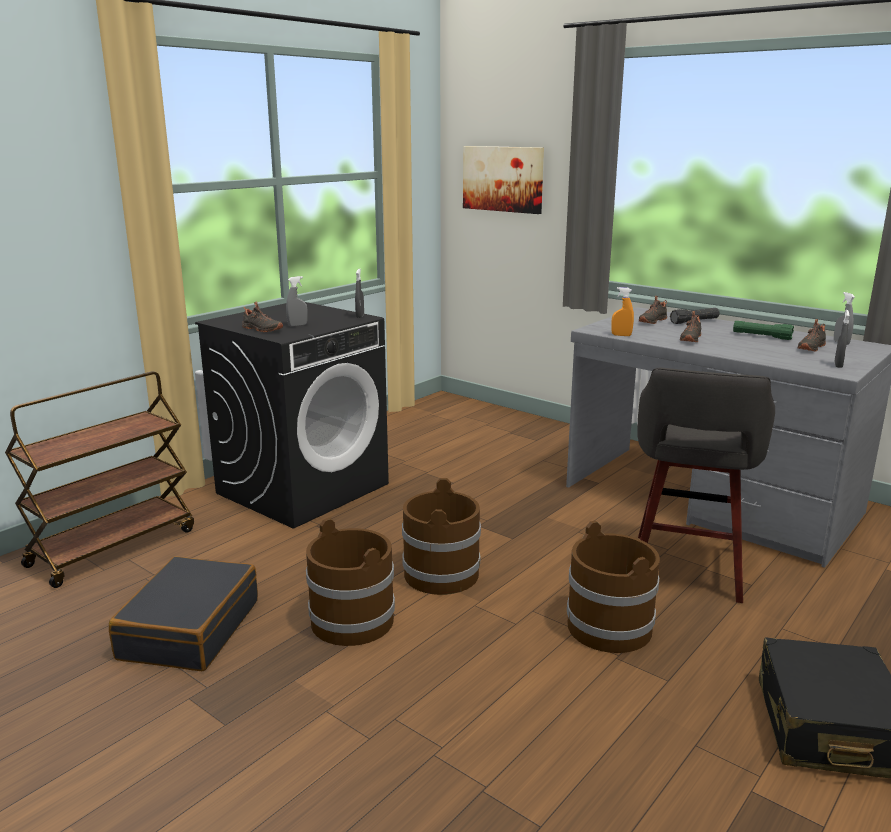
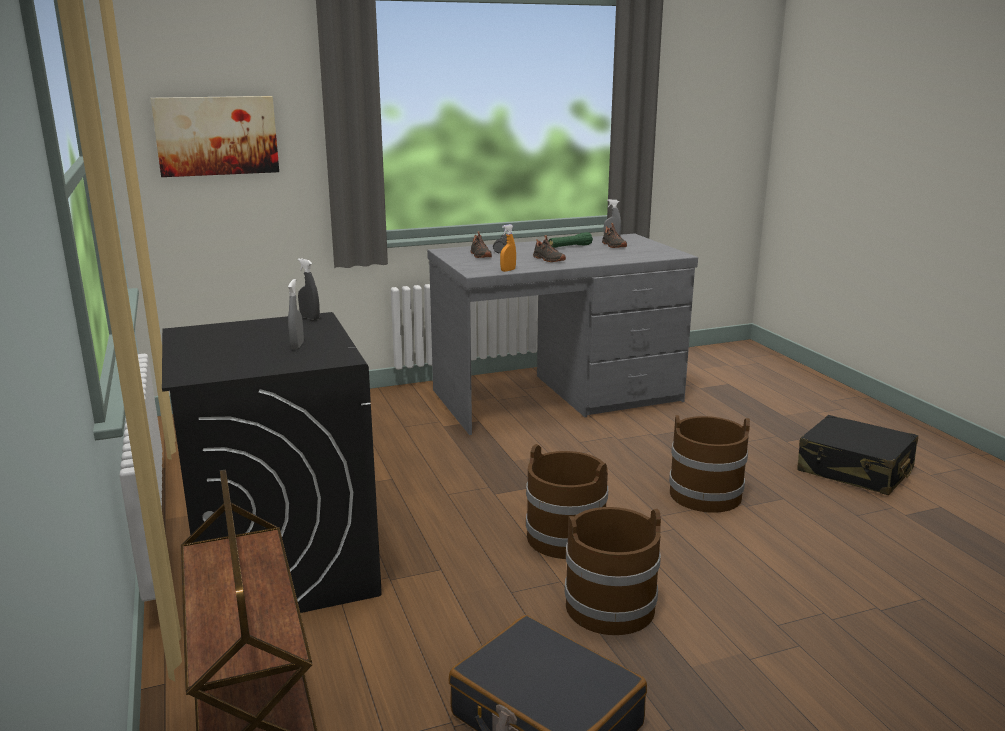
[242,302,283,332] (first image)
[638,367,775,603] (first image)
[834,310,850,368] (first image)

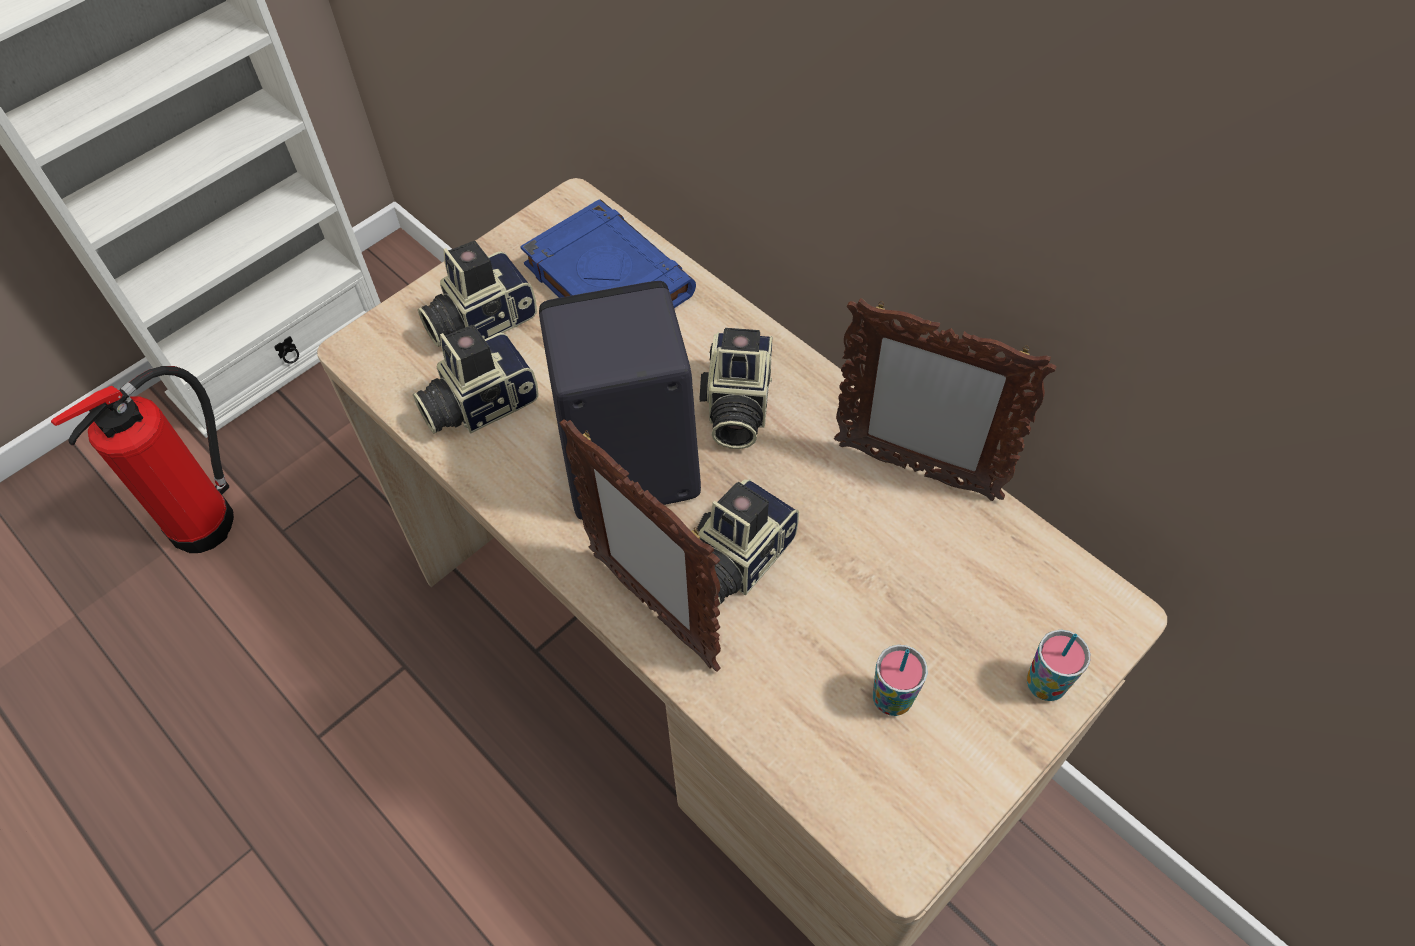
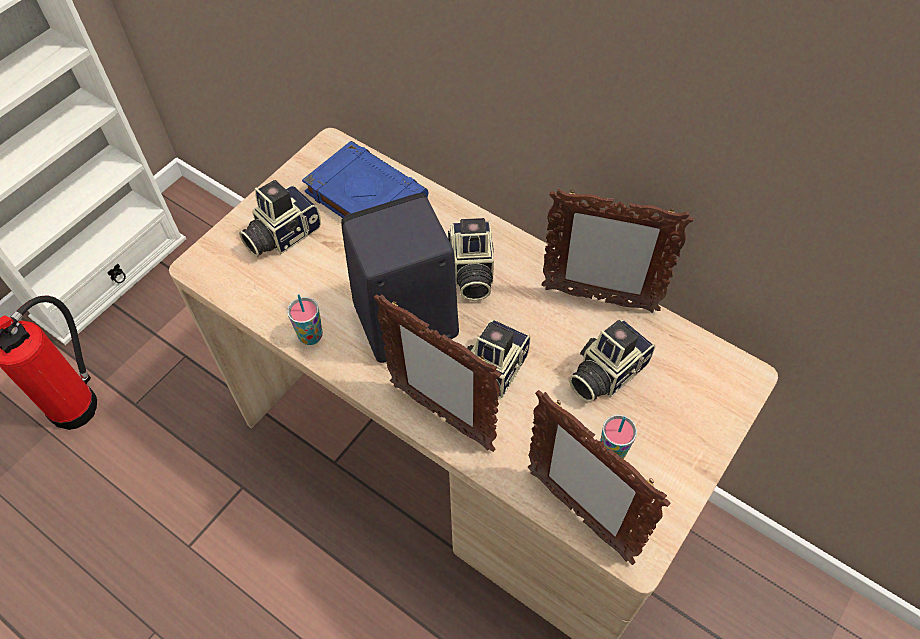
[569,319,655,402]
[287,294,323,345]
[528,390,671,565]

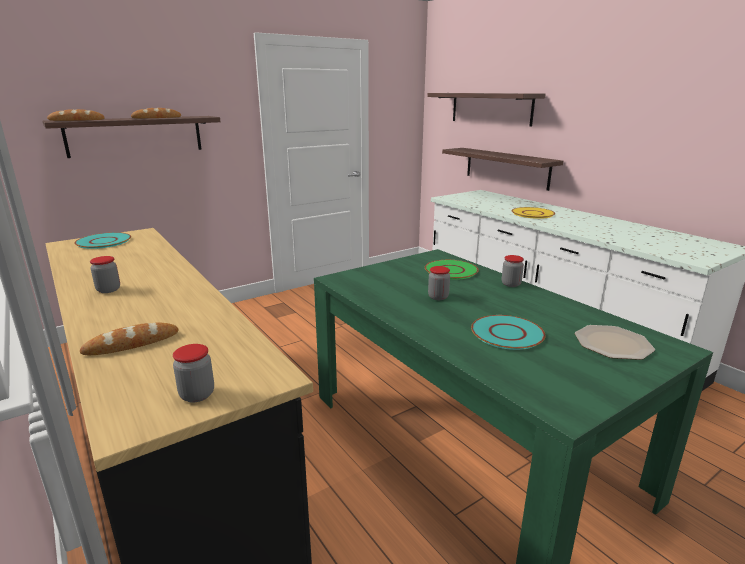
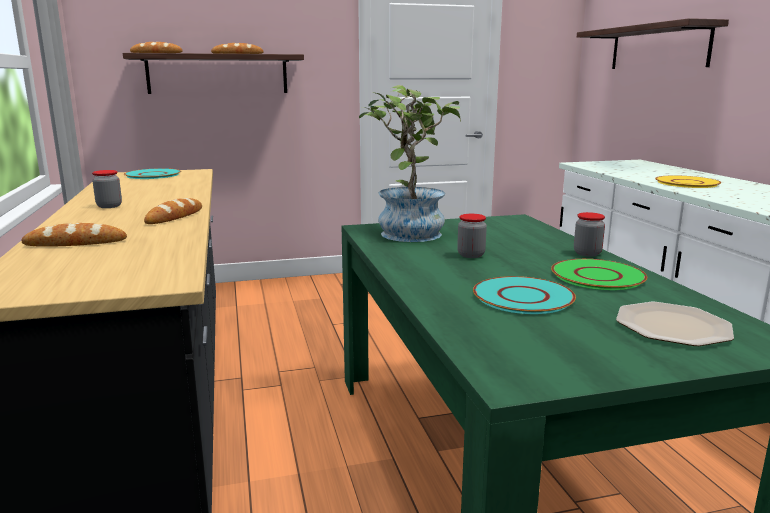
[173,344,214,403] (first image)
[551,259,647,290]
[442,148,563,191] (first image)
[144,198,202,224]
[359,85,461,242]

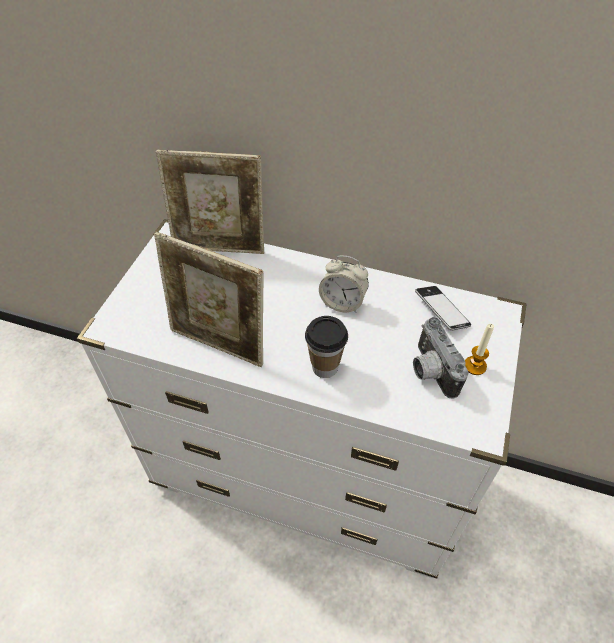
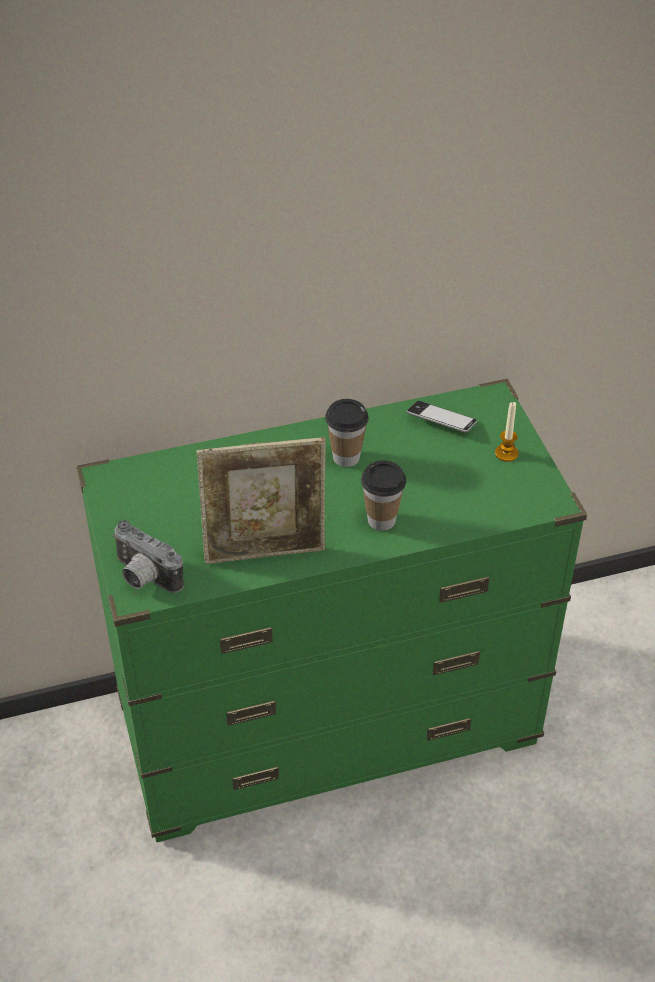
[76,379,587,842]
[156,150,264,254] (first image)
[325,399,369,467]
[112,520,184,593]

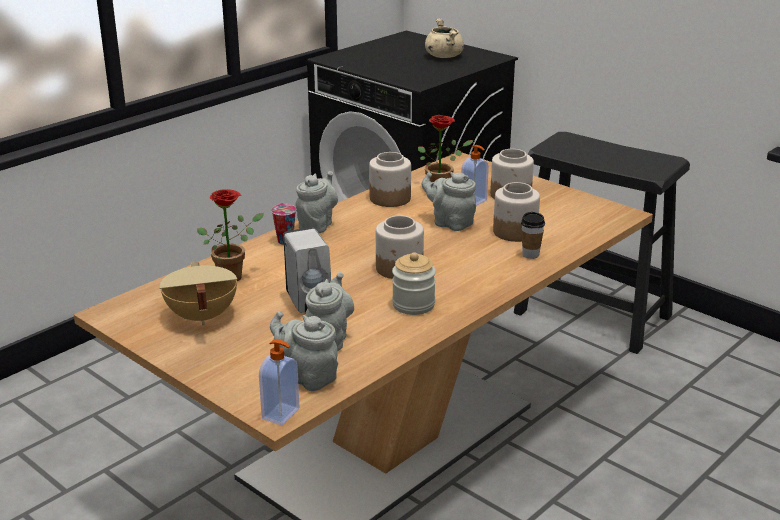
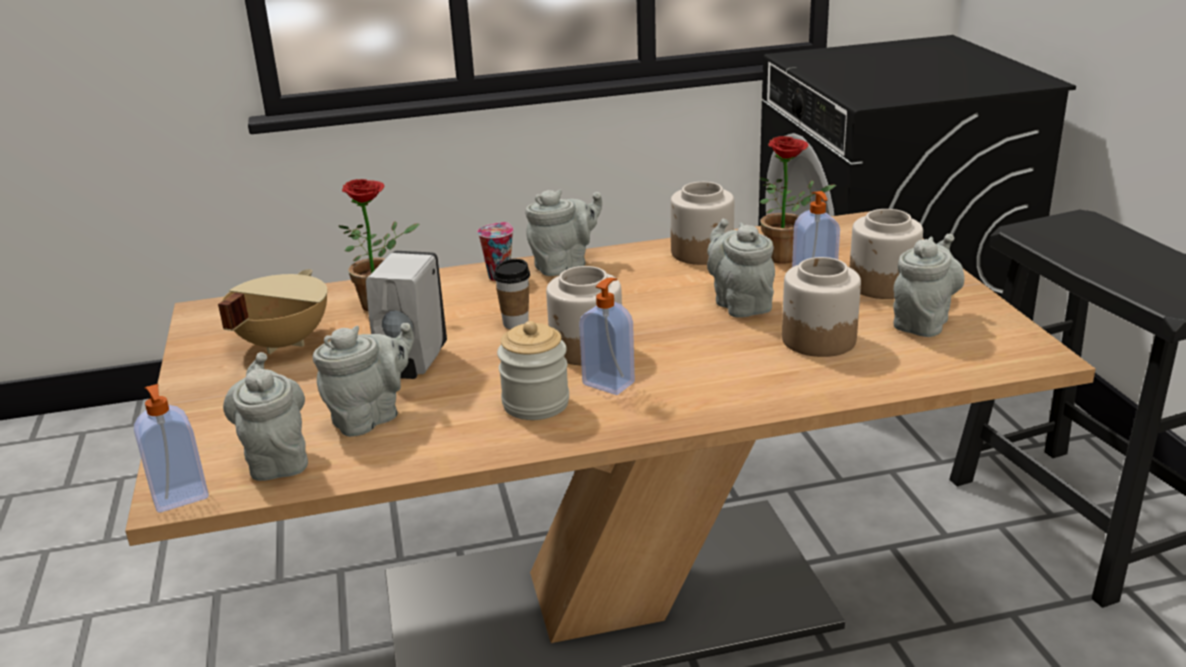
[425,18,464,58] (first image)
[494,259,530,329]
[579,278,635,395]
[893,234,965,337]

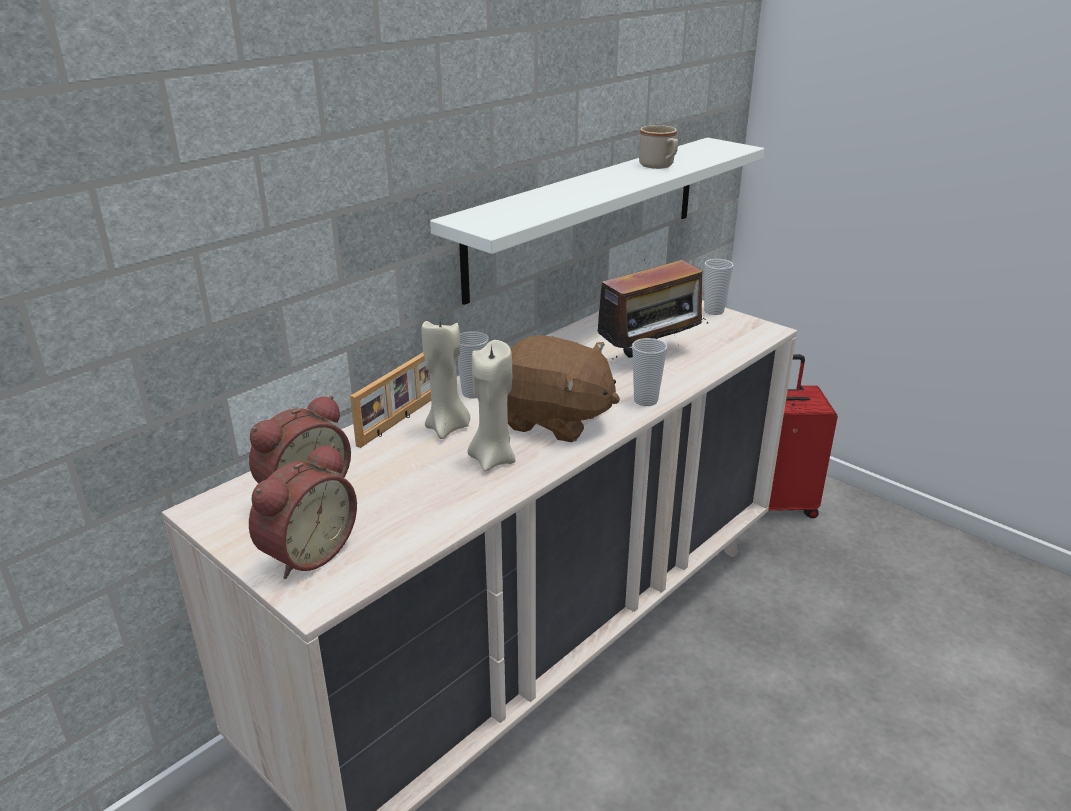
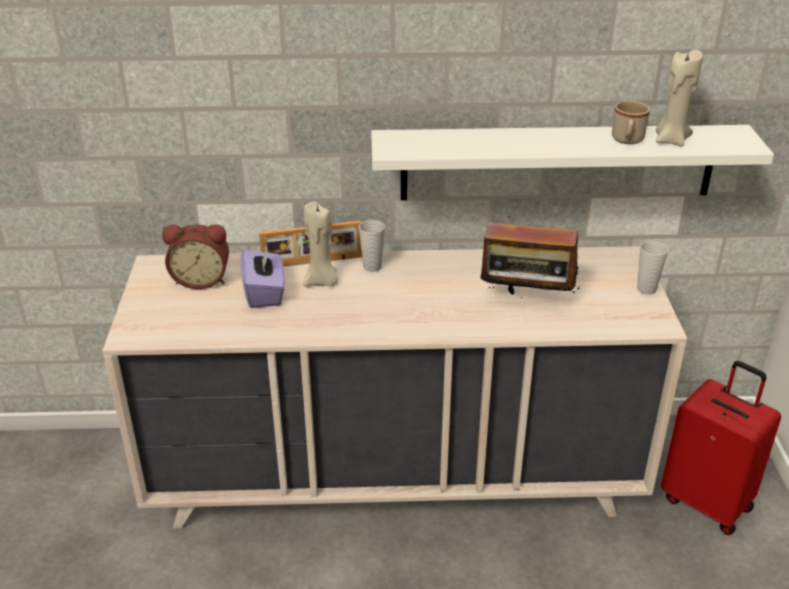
[249,443,357,579] (first image)
[656,50,703,147]
[507,335,620,442] (first image)
[632,338,667,406] (first image)
[240,245,285,308]

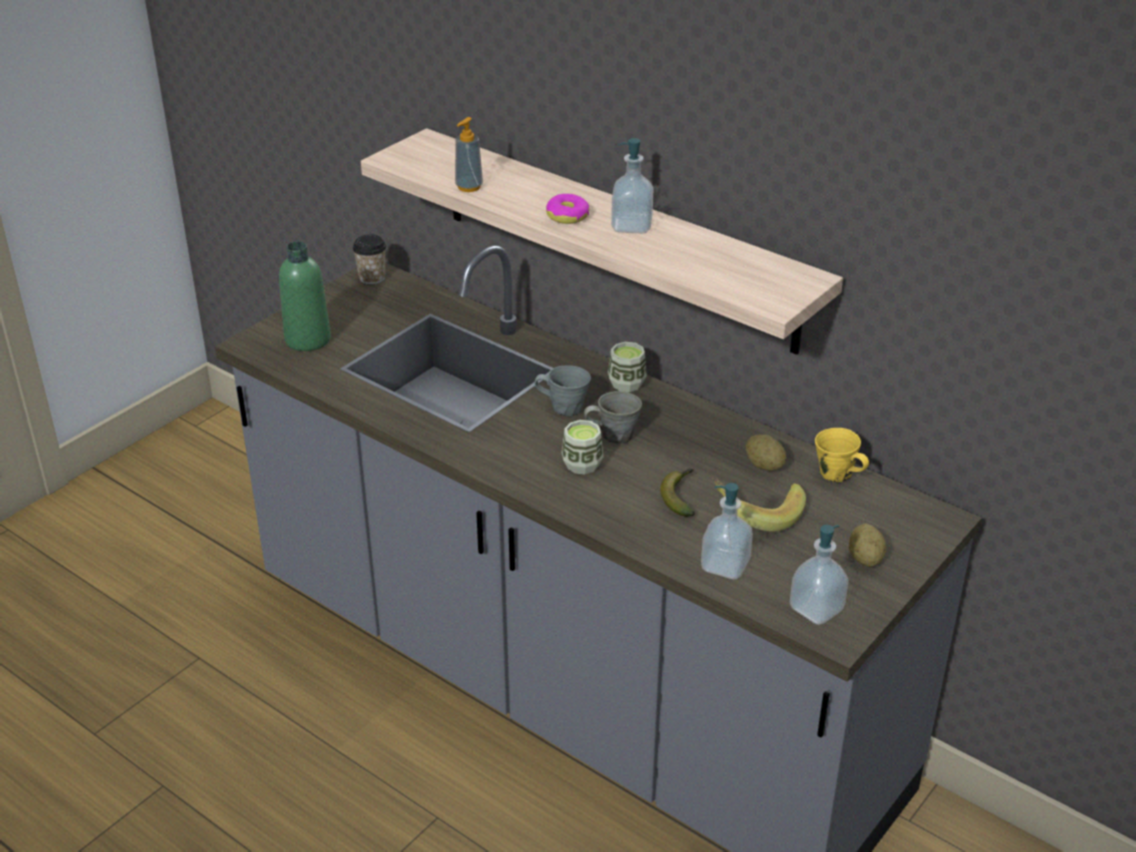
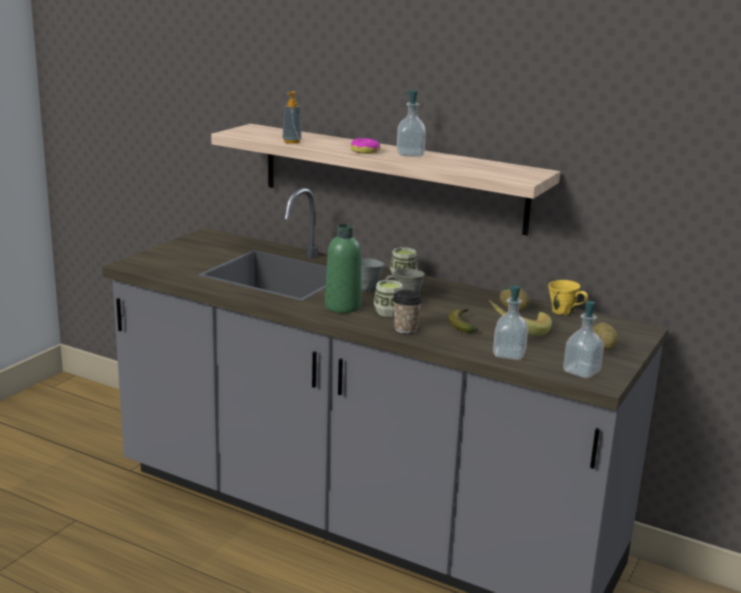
[325,224,361,313]
[393,290,422,334]

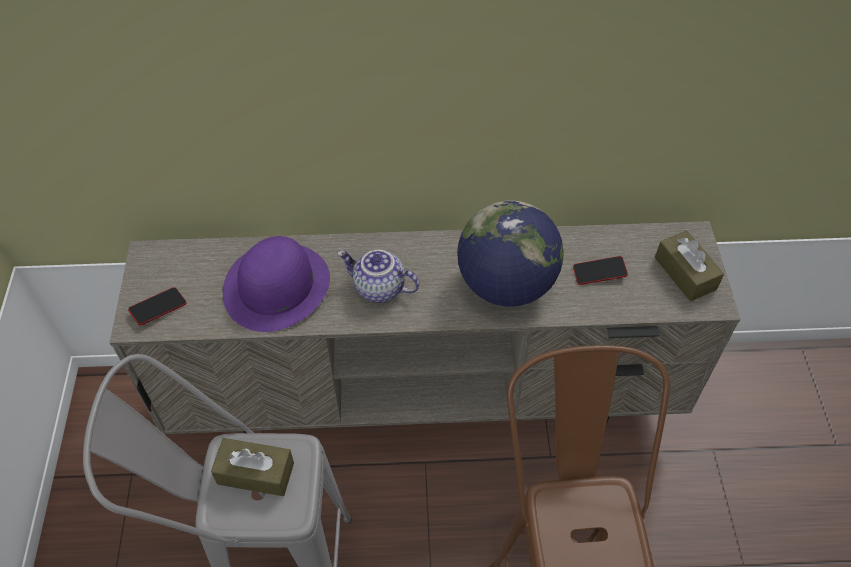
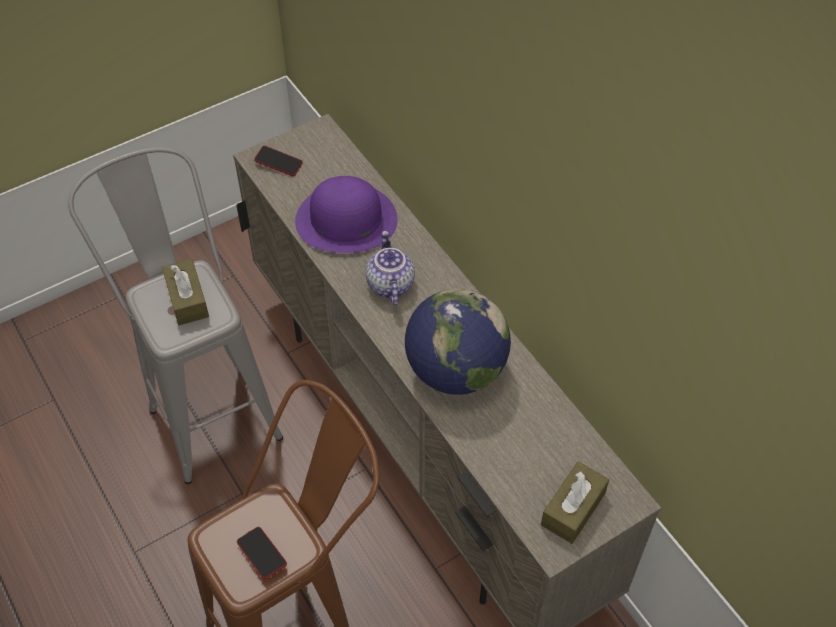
[237,527,287,579]

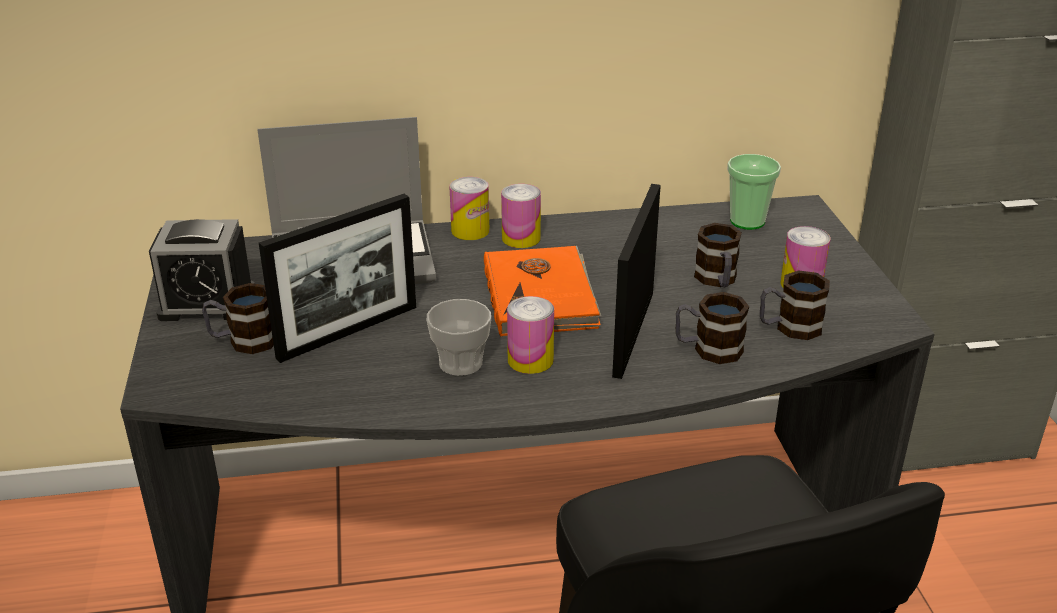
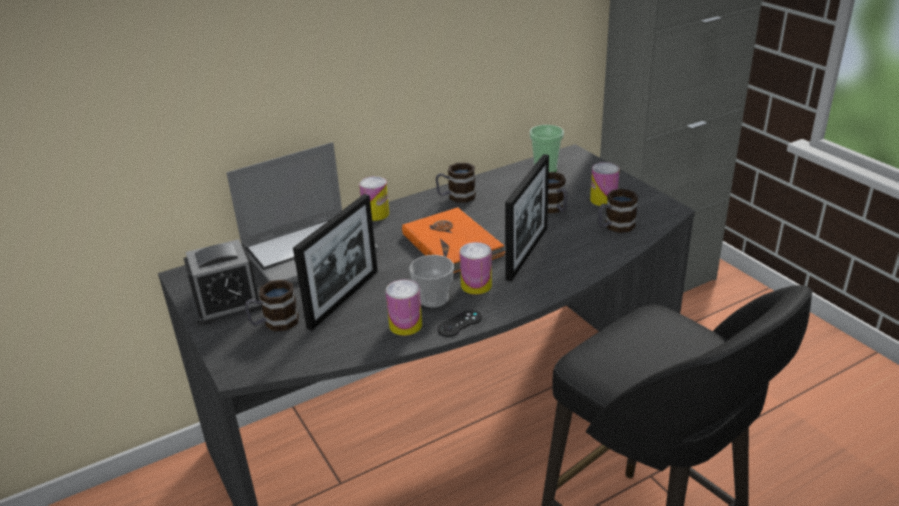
[386,280,422,336]
[505,154,549,281]
[436,163,476,203]
[437,310,482,337]

